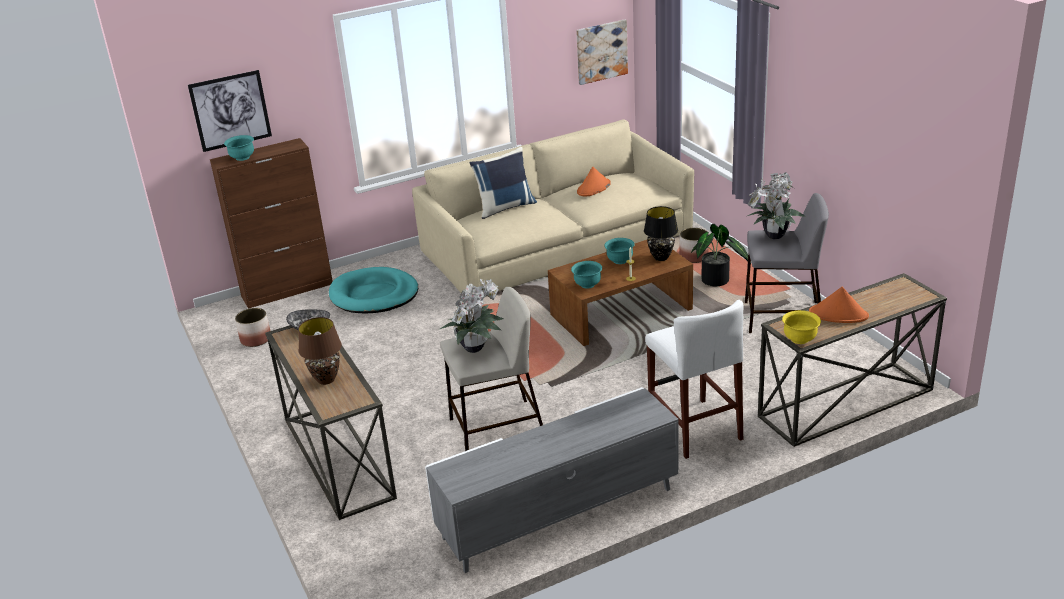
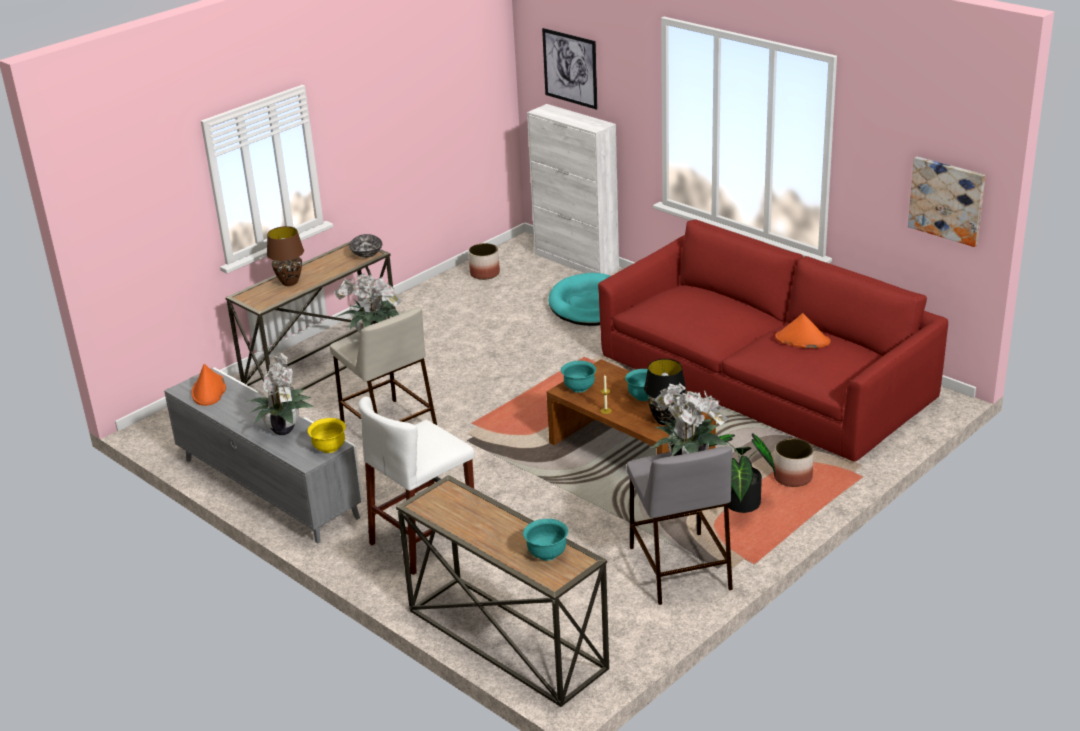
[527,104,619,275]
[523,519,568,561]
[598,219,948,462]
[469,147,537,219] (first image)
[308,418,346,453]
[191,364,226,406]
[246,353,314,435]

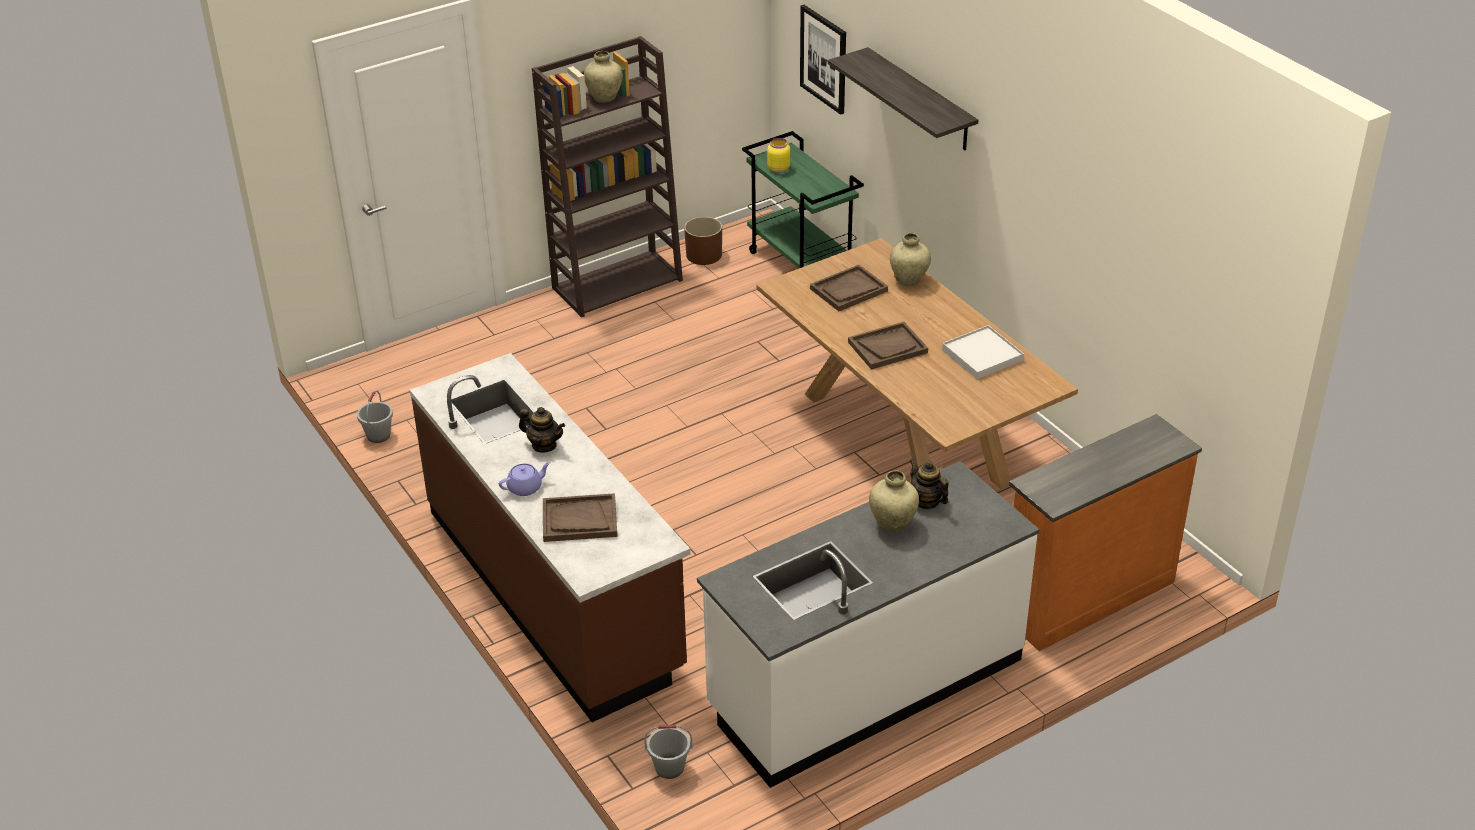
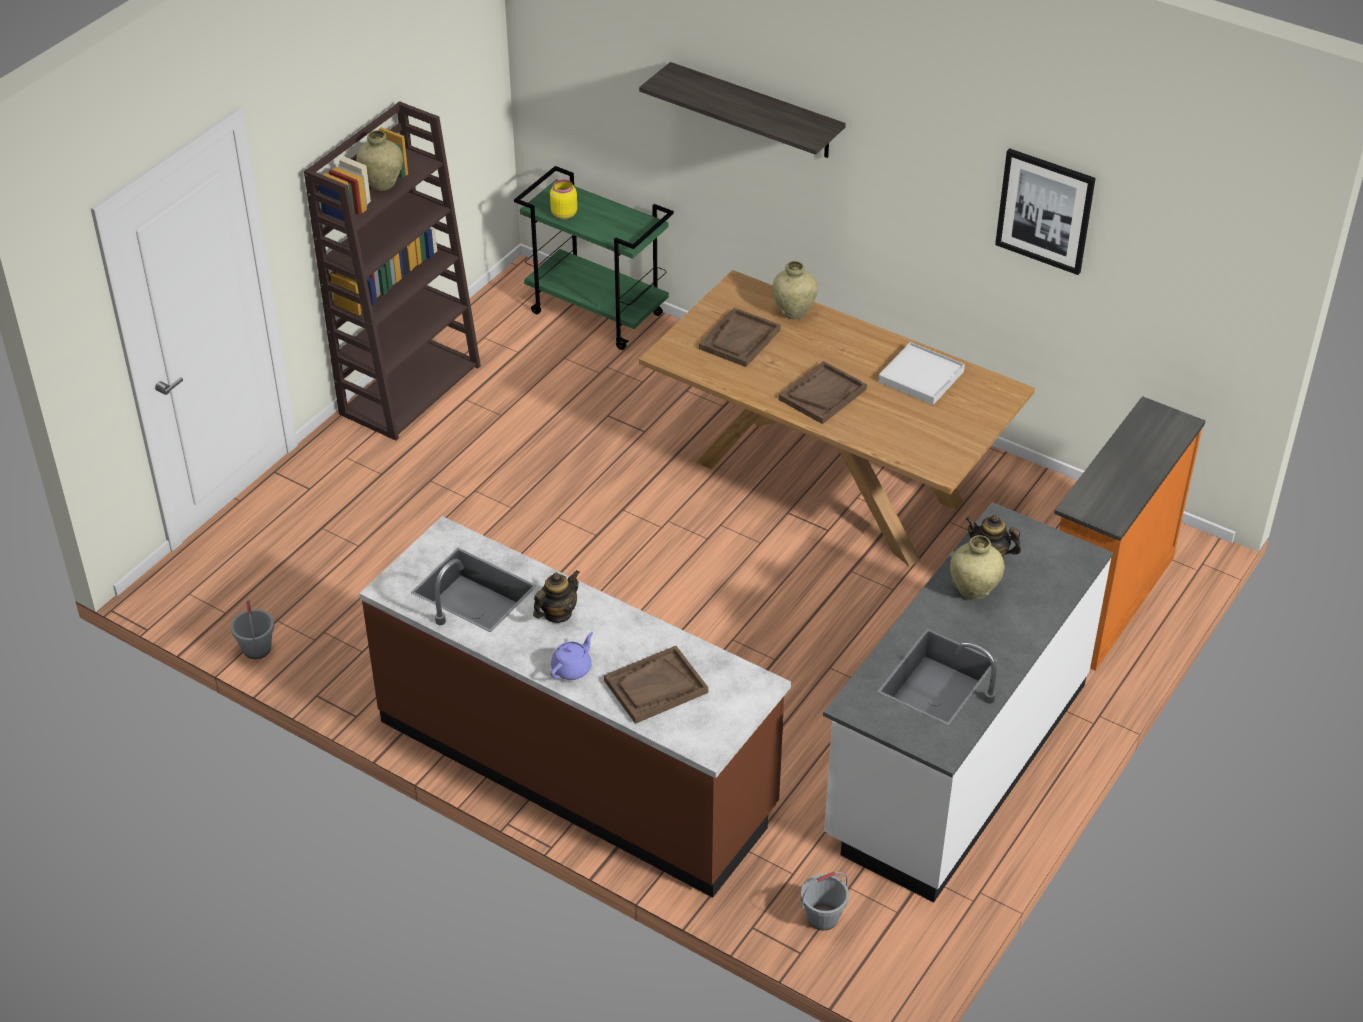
[533,570,580,623]
[684,217,722,265] (first image)
[995,148,1096,275]

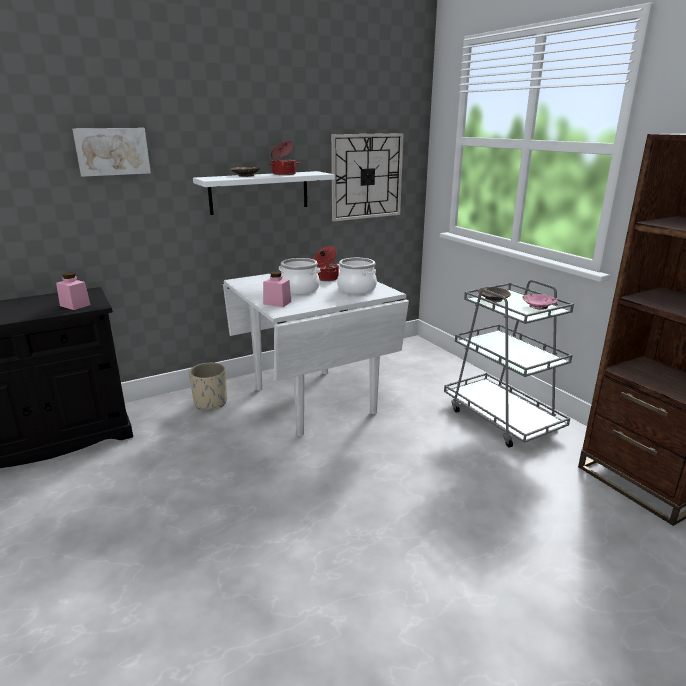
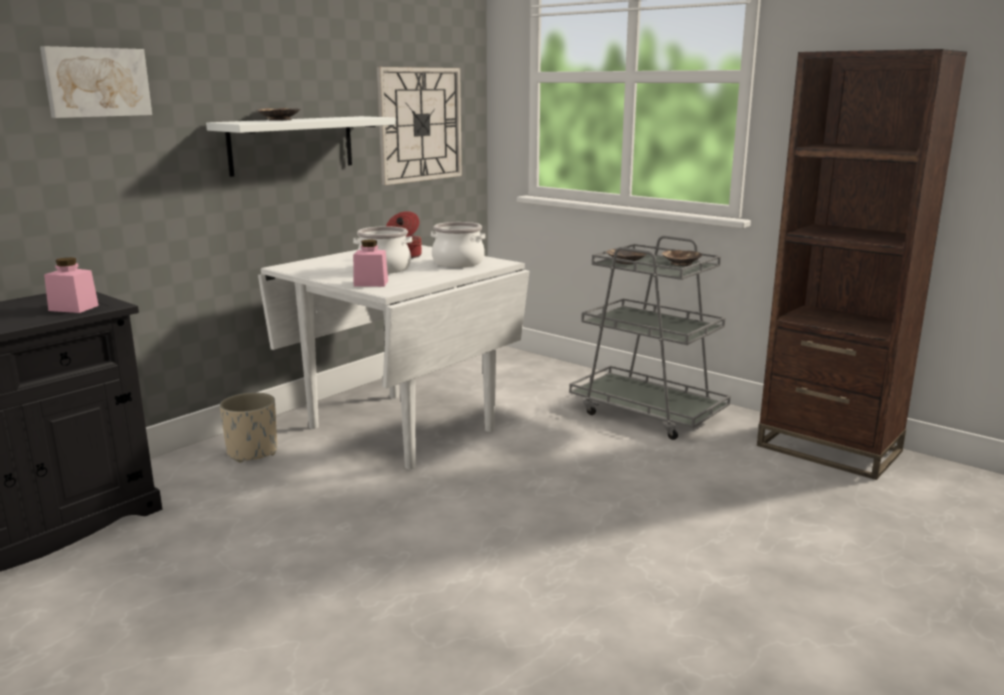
[267,141,300,175] (first image)
[662,250,702,266]

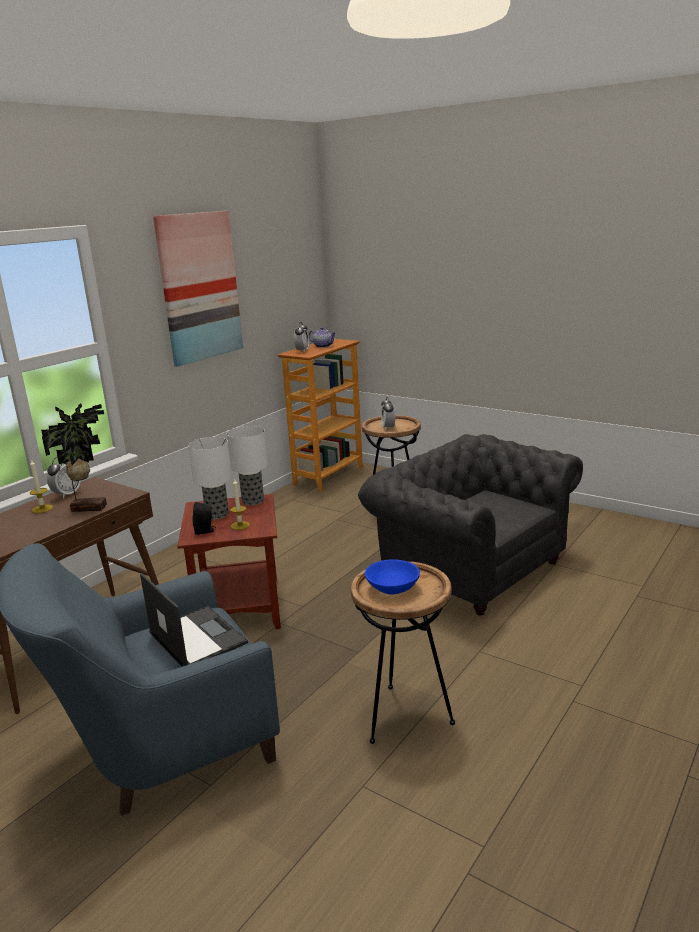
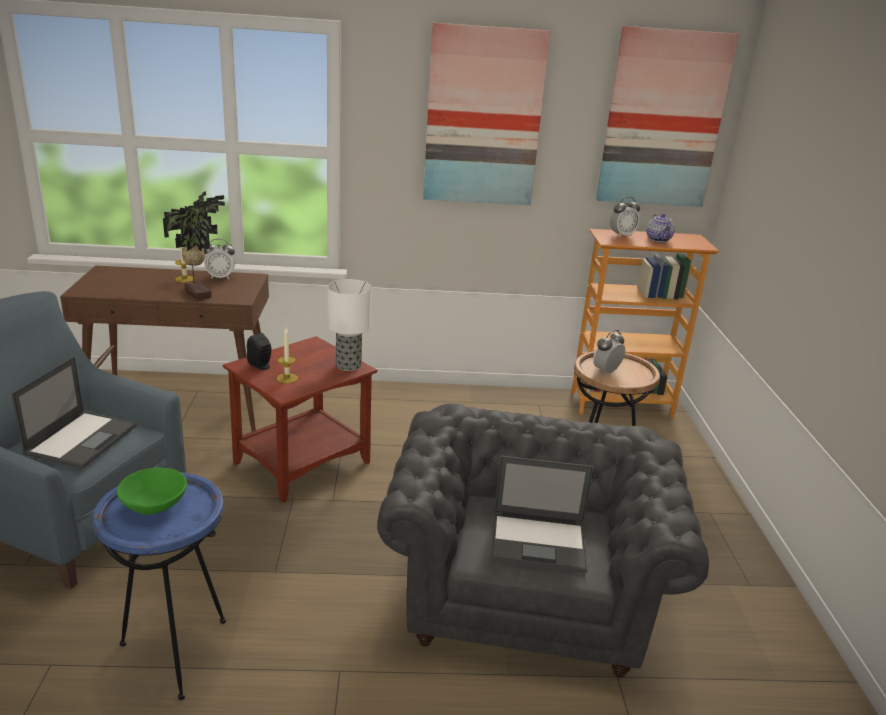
[188,437,232,520] (first image)
[92,472,226,700]
[117,468,187,515]
[490,456,594,573]
[596,26,739,207]

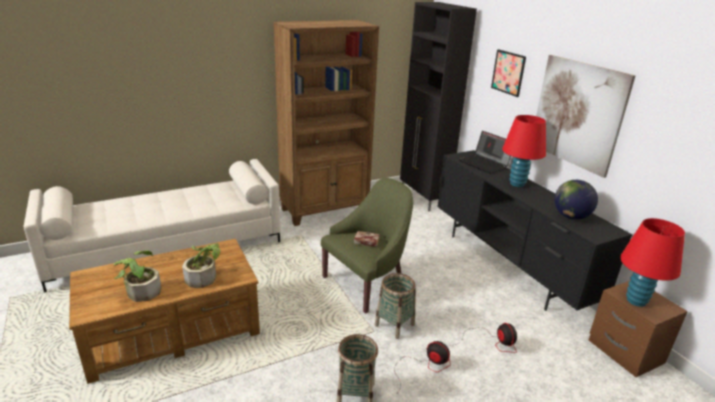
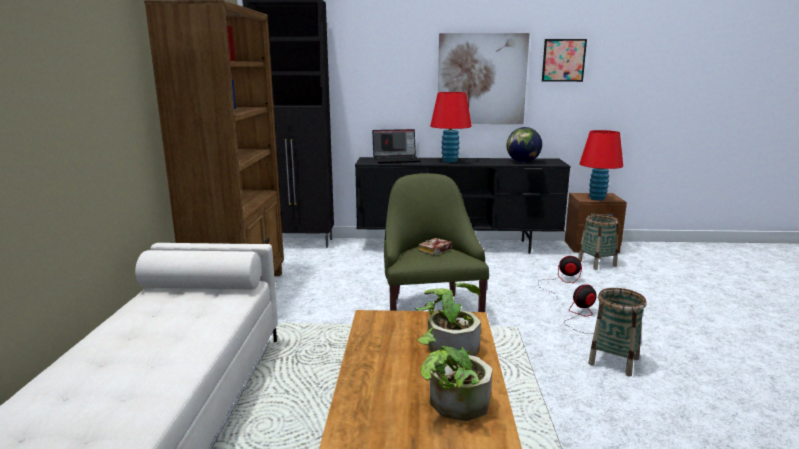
[578,214,619,270]
[542,39,587,82]

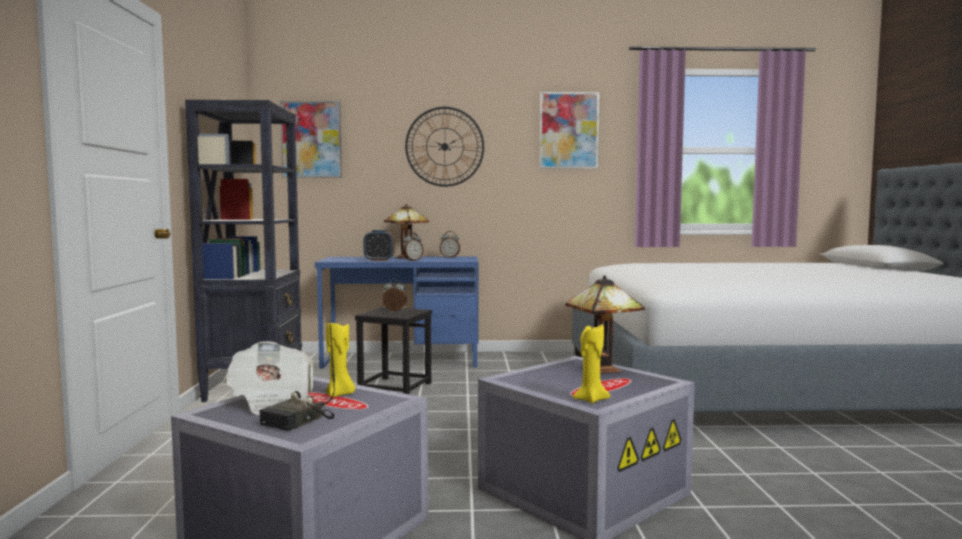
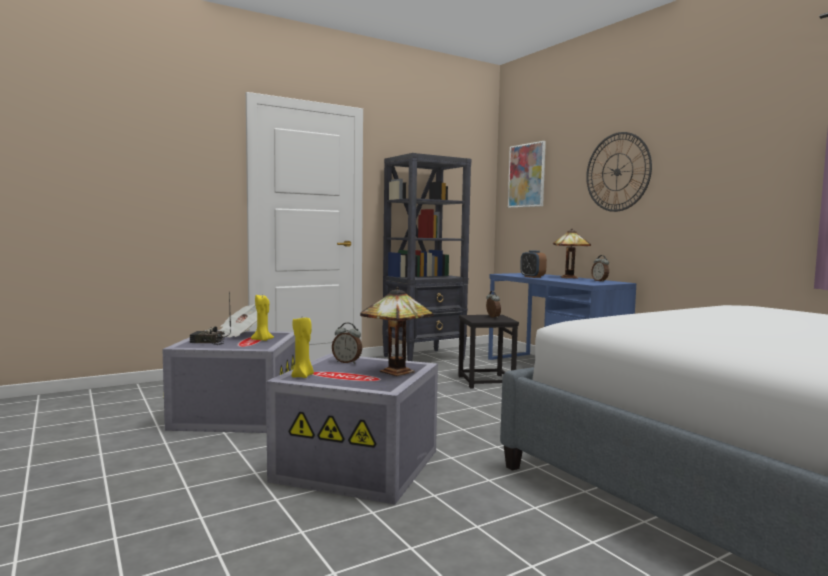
[332,323,362,364]
[540,92,599,169] (first image)

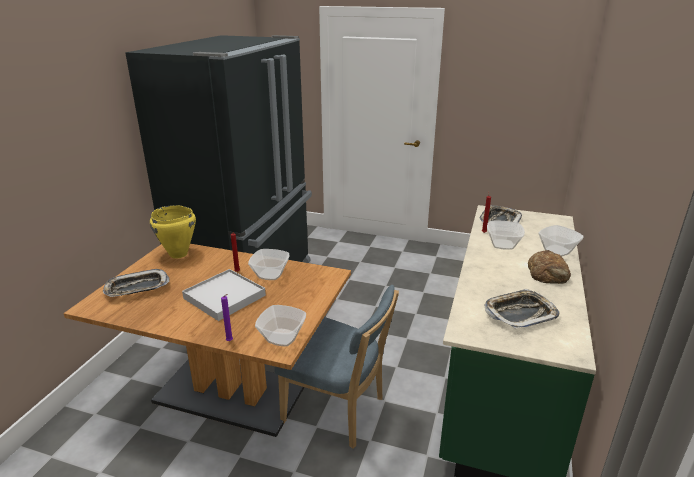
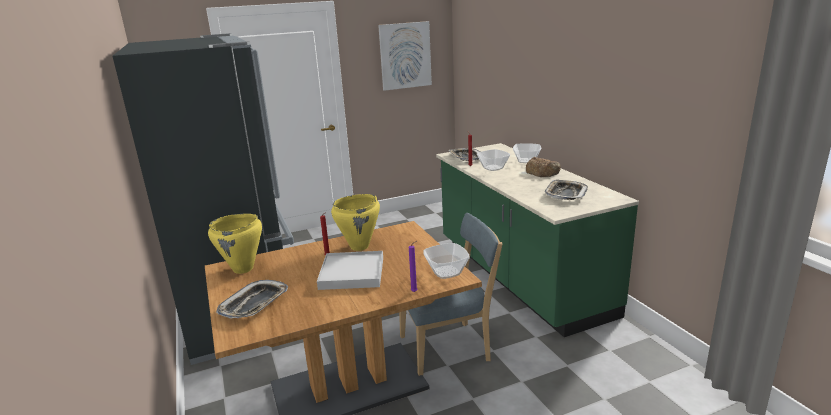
[331,194,380,251]
[378,21,432,91]

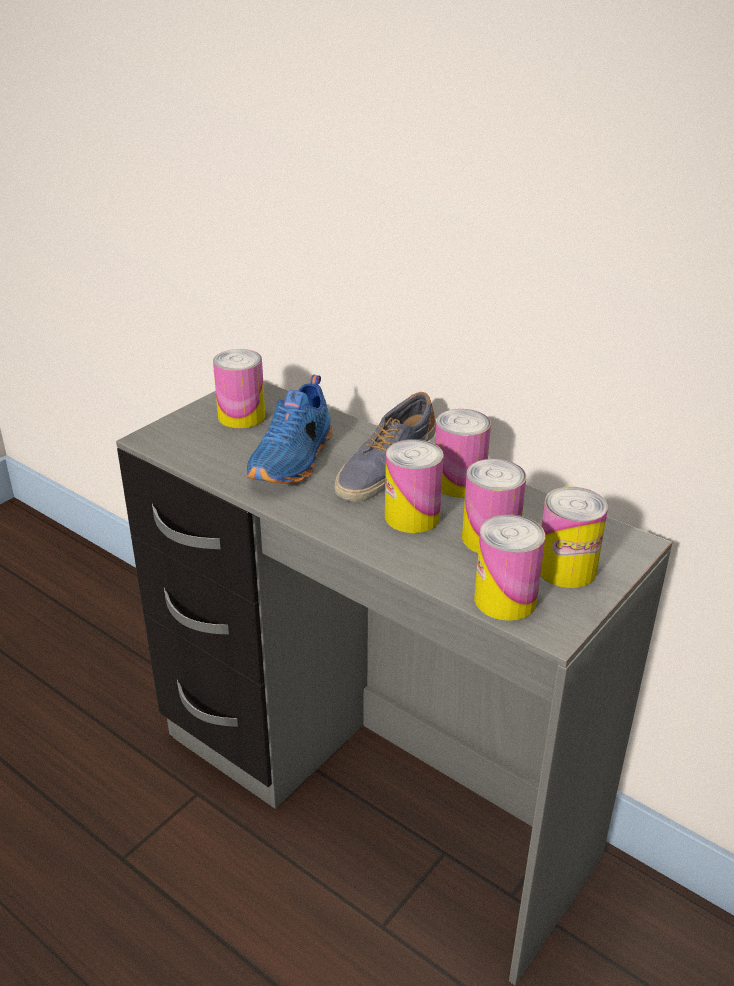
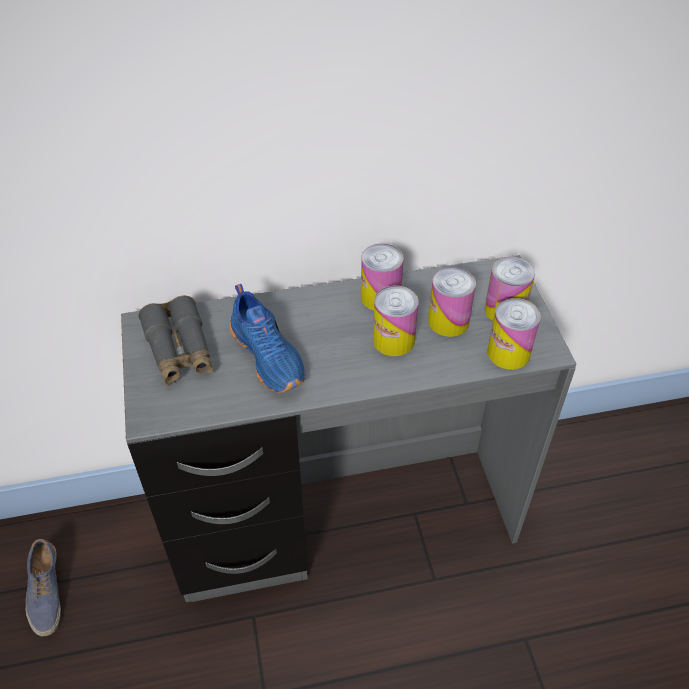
[138,296,213,386]
[26,539,61,637]

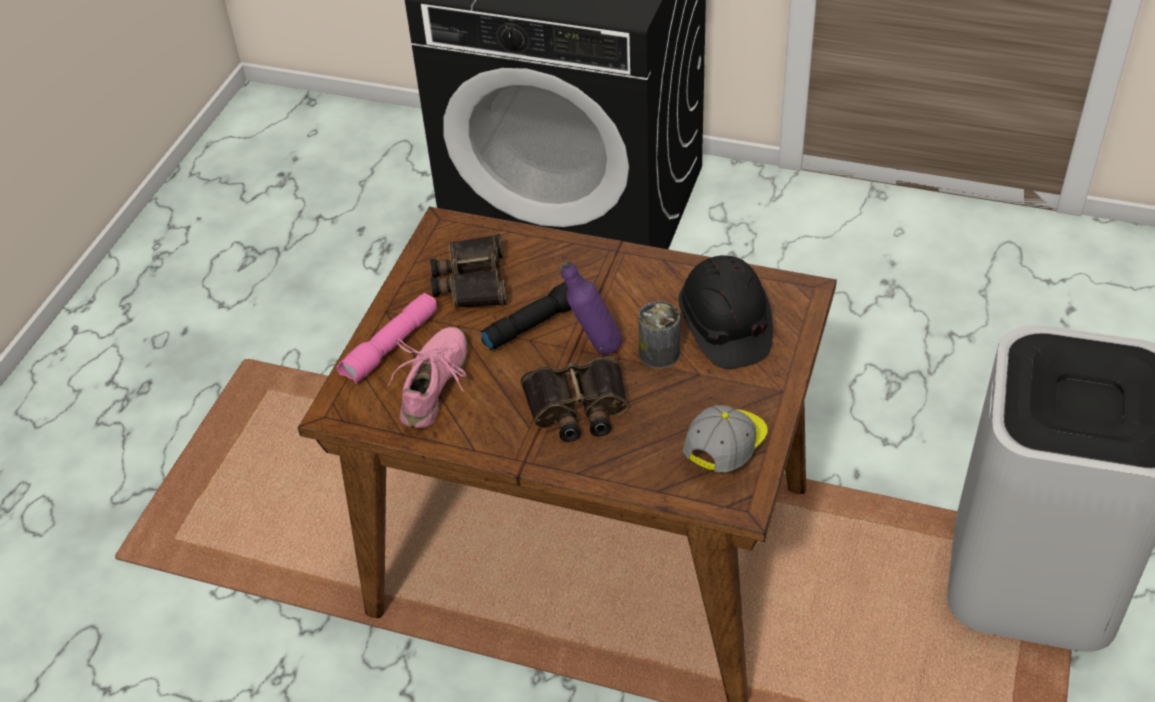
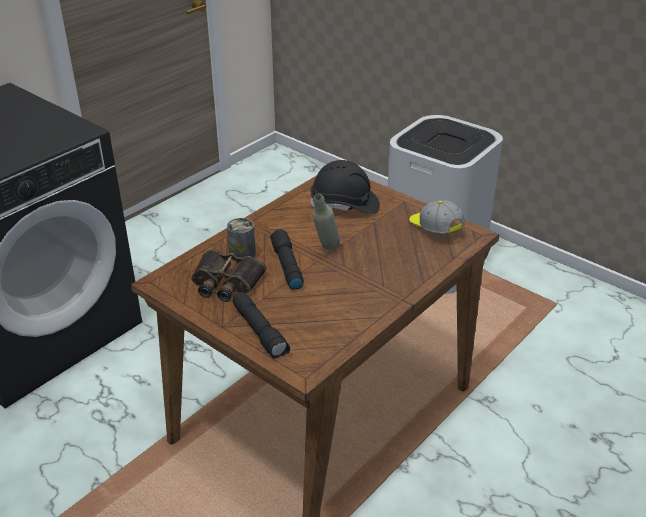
[233,292,290,359]
[387,327,467,429] (first image)
[520,357,628,442] (first image)
[312,194,340,250]
[227,218,256,262]

